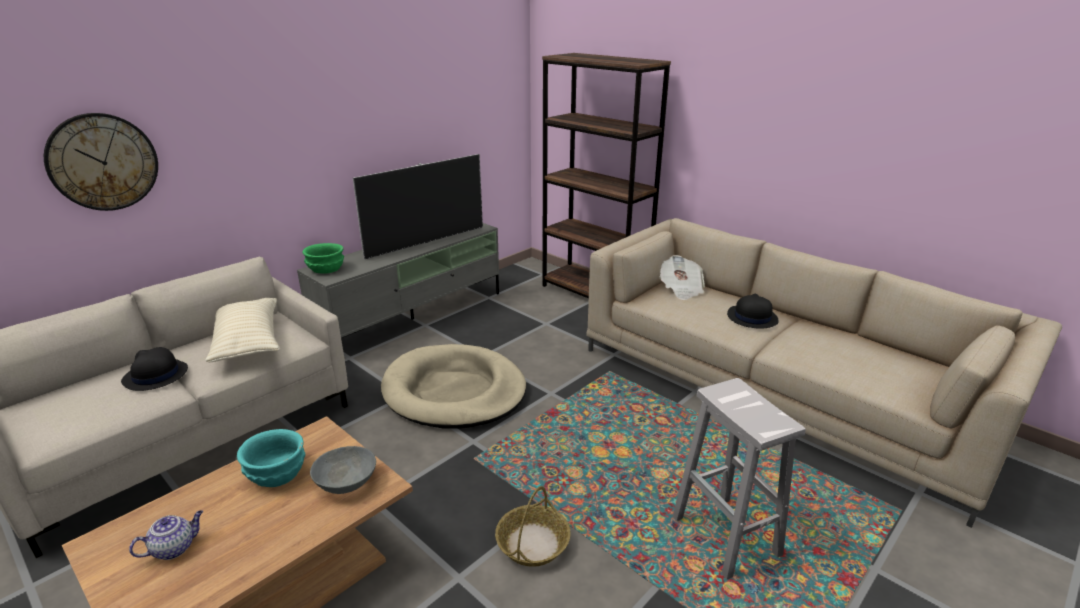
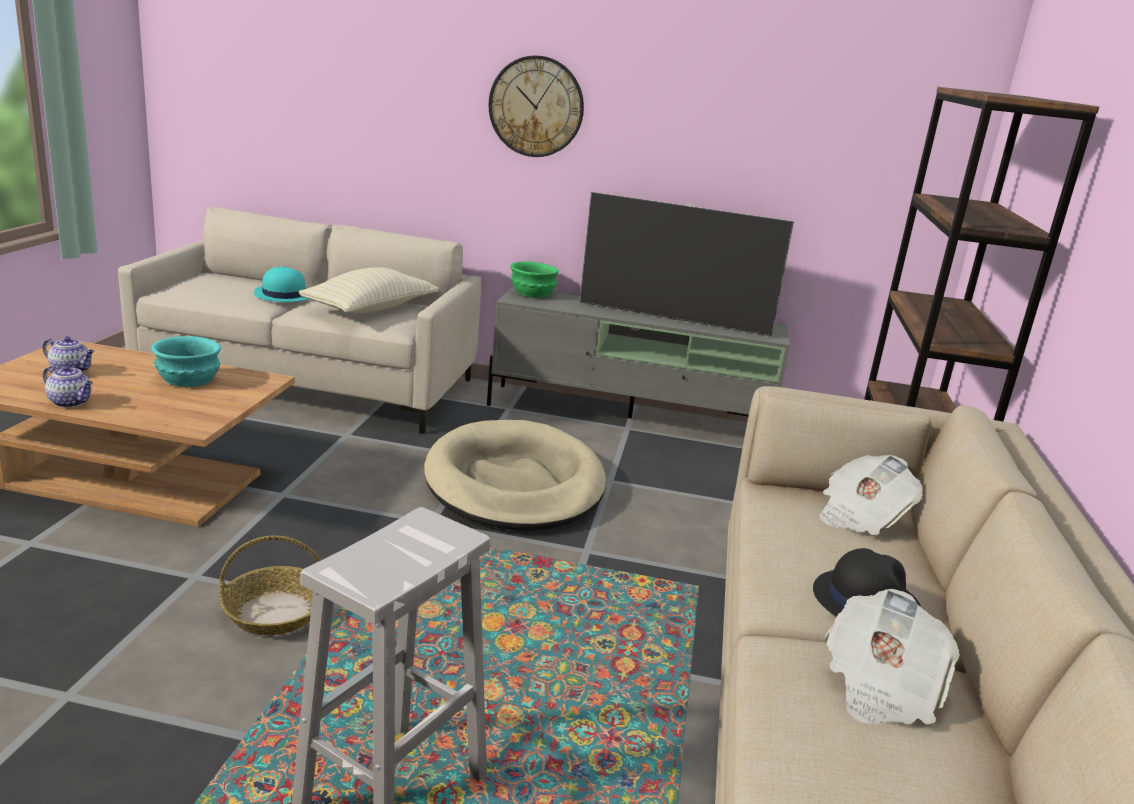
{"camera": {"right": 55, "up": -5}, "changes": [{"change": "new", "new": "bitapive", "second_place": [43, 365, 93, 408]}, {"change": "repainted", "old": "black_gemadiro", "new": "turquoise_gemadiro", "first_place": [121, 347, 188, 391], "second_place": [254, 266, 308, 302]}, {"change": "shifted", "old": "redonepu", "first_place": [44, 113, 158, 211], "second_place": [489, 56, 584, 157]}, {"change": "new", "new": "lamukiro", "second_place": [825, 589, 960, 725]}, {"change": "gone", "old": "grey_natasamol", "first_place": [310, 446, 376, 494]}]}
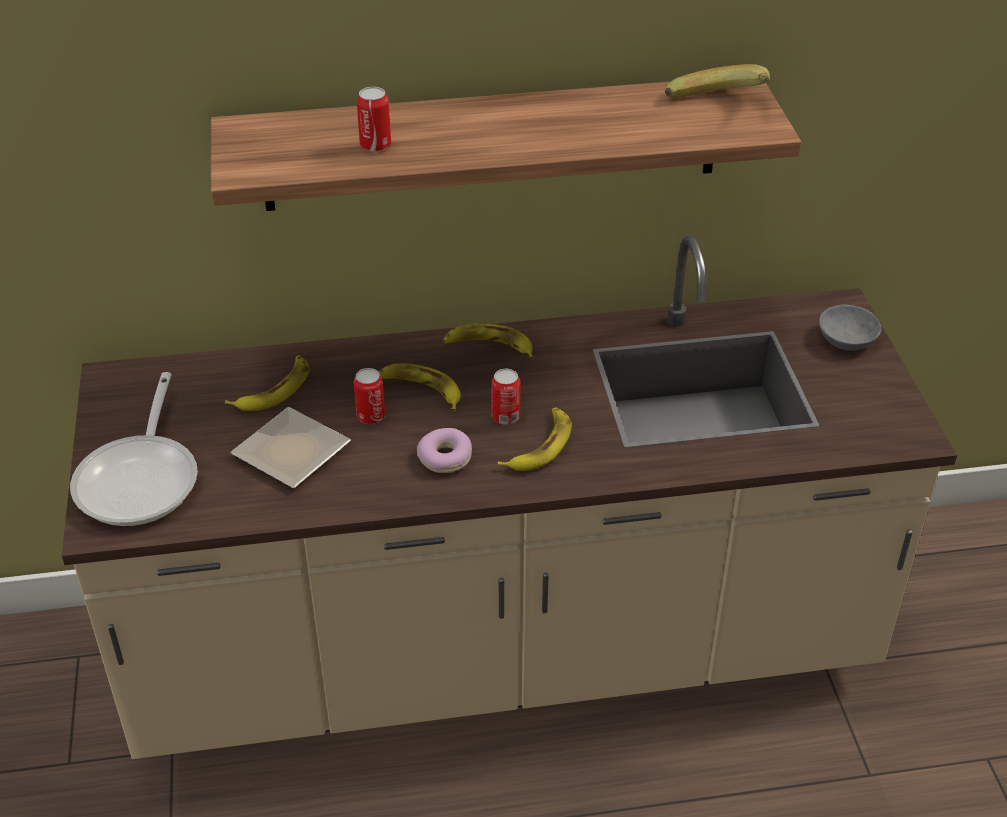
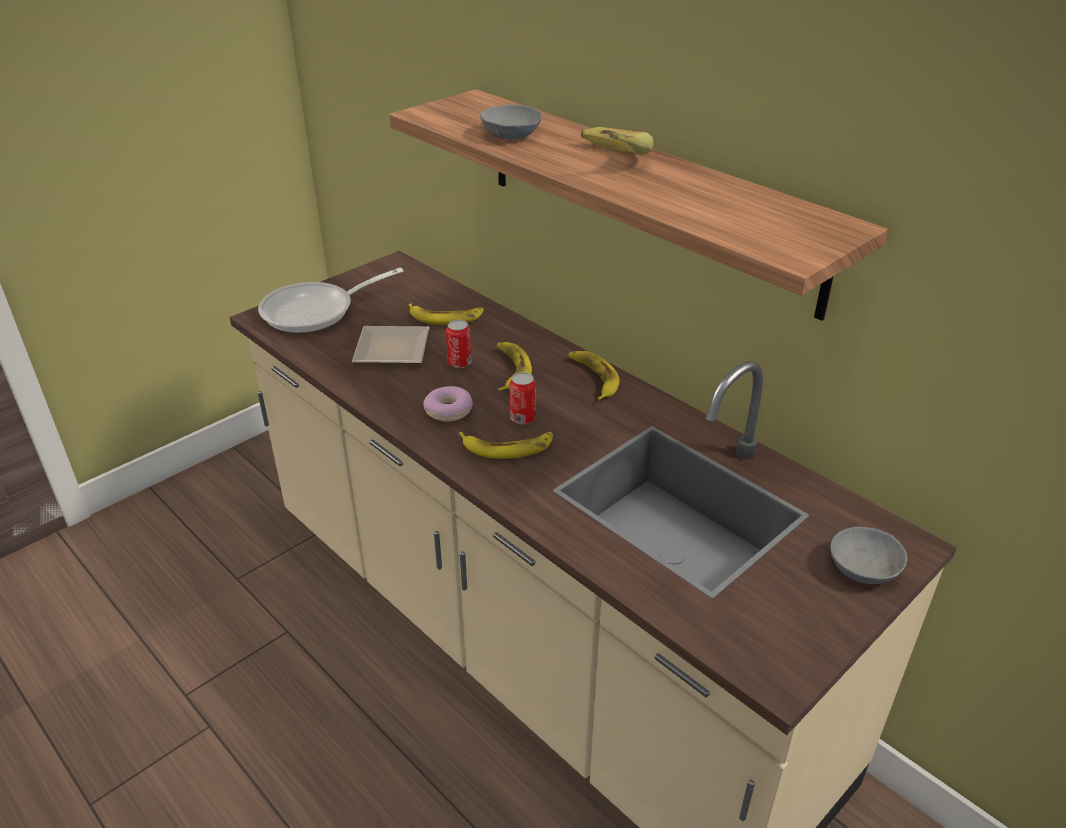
{"camera": {"right": 55, "up": -5}, "changes": [{"change": "swapped", "old": "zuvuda", "new": "grey_natasamol", "first_place": [357, 87, 391, 152], "second_place": [480, 105, 542, 139]}, {"change": "shifted", "old": "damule", "first_place": [665, 64, 770, 97], "second_place": [581, 127, 653, 155]}]}
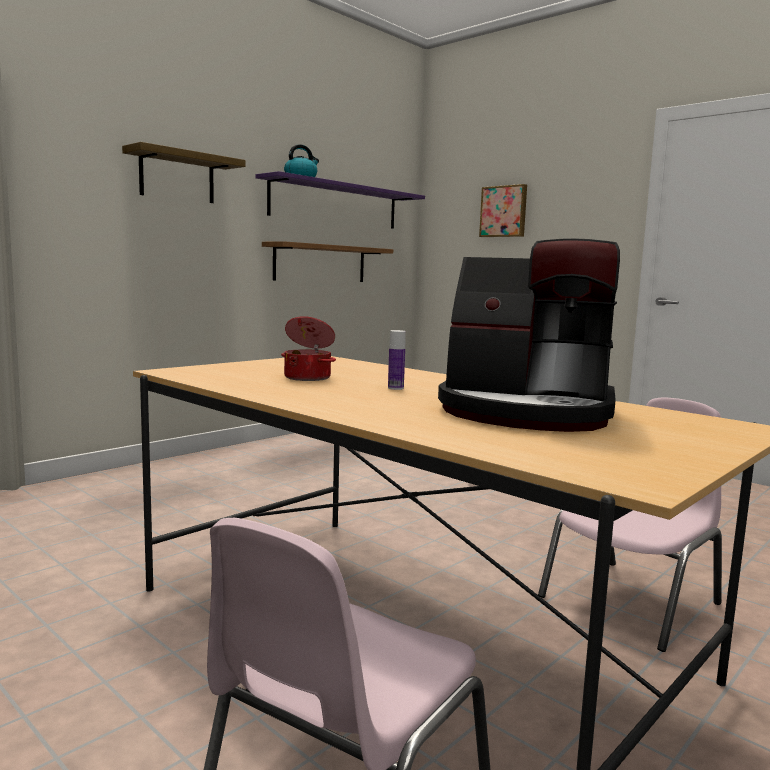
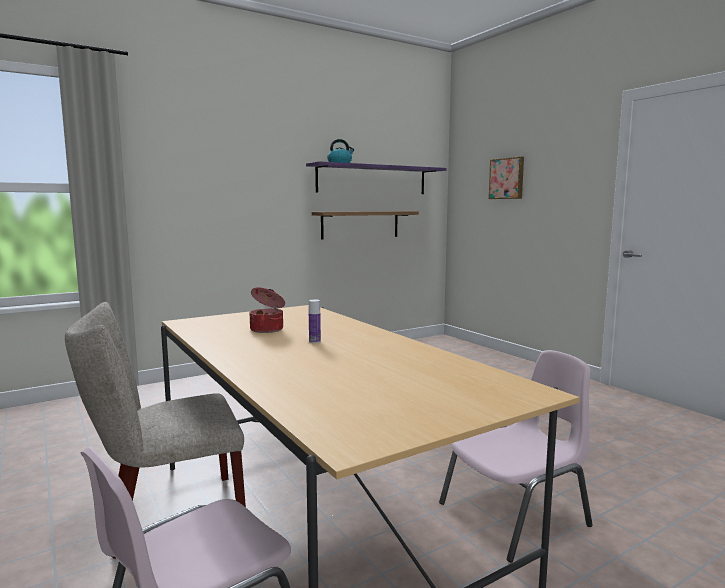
{"camera": {"right": 15, "up": 0}, "changes": [{"change": "new", "new": "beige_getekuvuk", "second_place": [65, 302, 246, 559]}, {"change": "gone", "old": "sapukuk", "first_place": [122, 142, 246, 203]}, {"change": "gone", "old": "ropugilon", "first_place": [438, 238, 620, 432]}]}
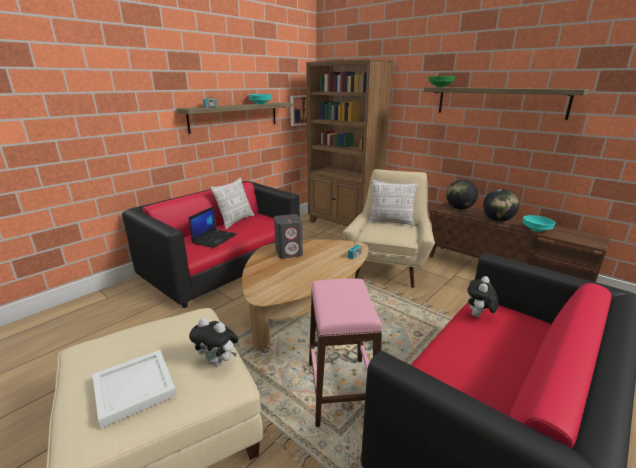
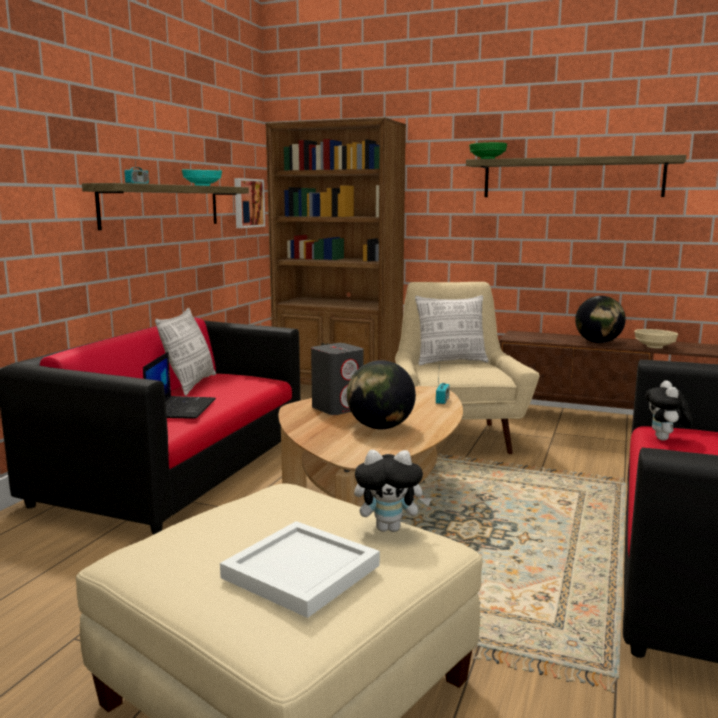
{"camera": {"right": -20, "up": -10}, "changes": [{"change": "shifted", "old": "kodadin", "first_place": [446, 179, 478, 209], "second_place": [347, 360, 416, 429]}, {"change": "repainted", "old": "turquoise_natasamol", "new": "beige_natasamol", "first_place": [523, 215, 556, 232], "second_place": [634, 329, 678, 349]}, {"change": "gone", "old": "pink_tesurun", "first_place": [309, 278, 382, 427]}]}
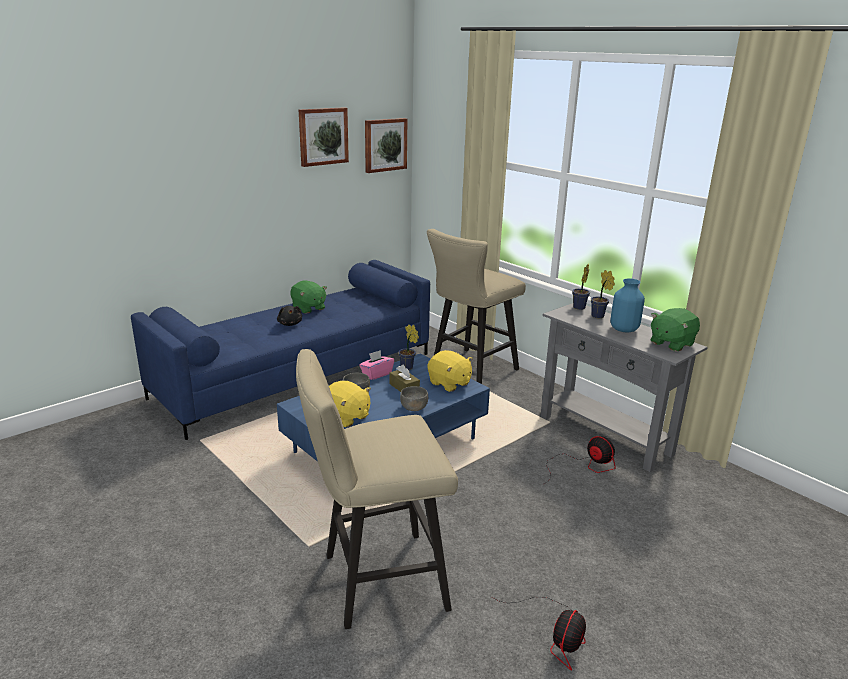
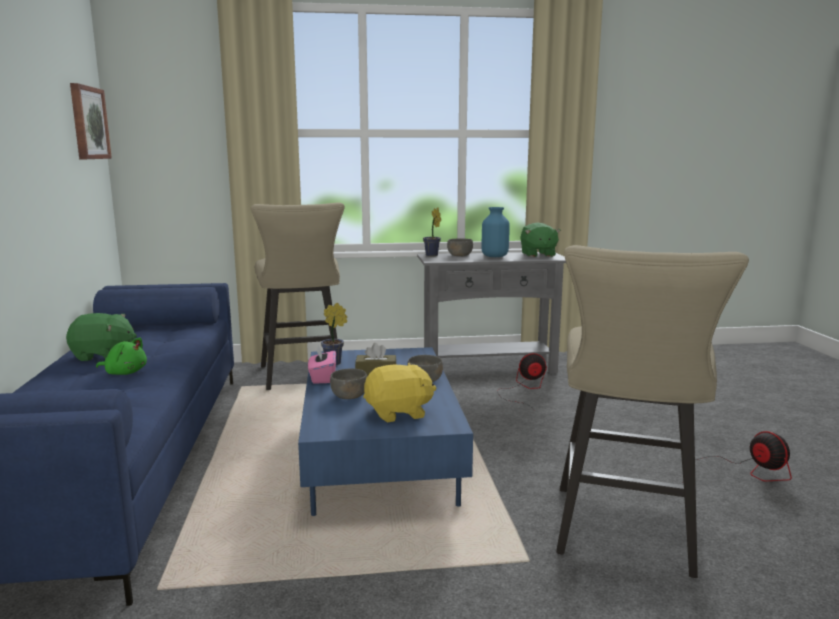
{"camera": {"right": -55, "up": -10}, "changes": [{"change": "repainted", "old": "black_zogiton", "new": "green_zogiton", "first_place": [277, 306, 302, 326], "second_place": [96, 337, 147, 375]}, {"change": "swapped", "old": "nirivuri", "new": "grey_natasamol", "first_place": [591, 270, 615, 318], "second_place": [447, 238, 473, 256]}, {"change": "gone", "old": "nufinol", "first_place": [299, 107, 349, 167]}, {"change": "gone", "old": "yellow_zogiton", "first_place": [428, 350, 473, 392]}]}
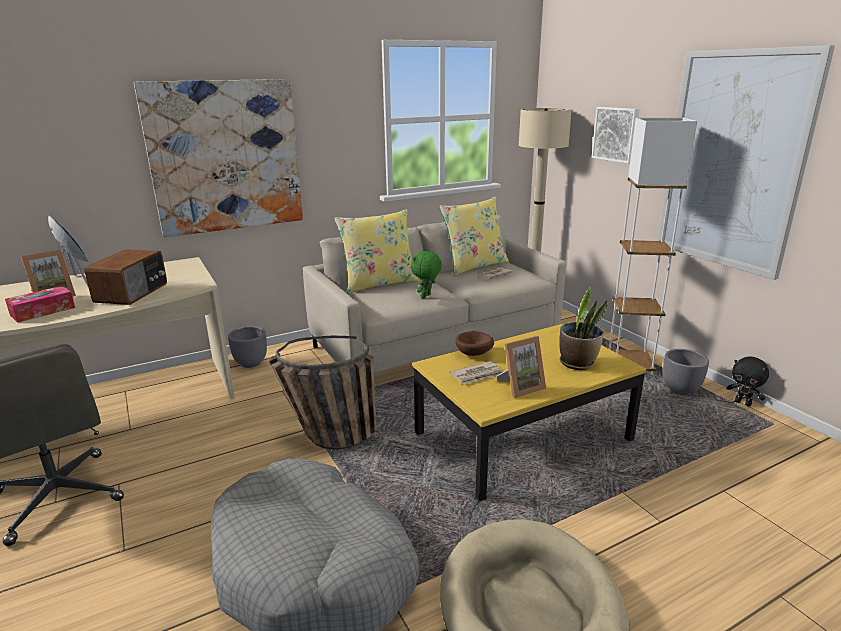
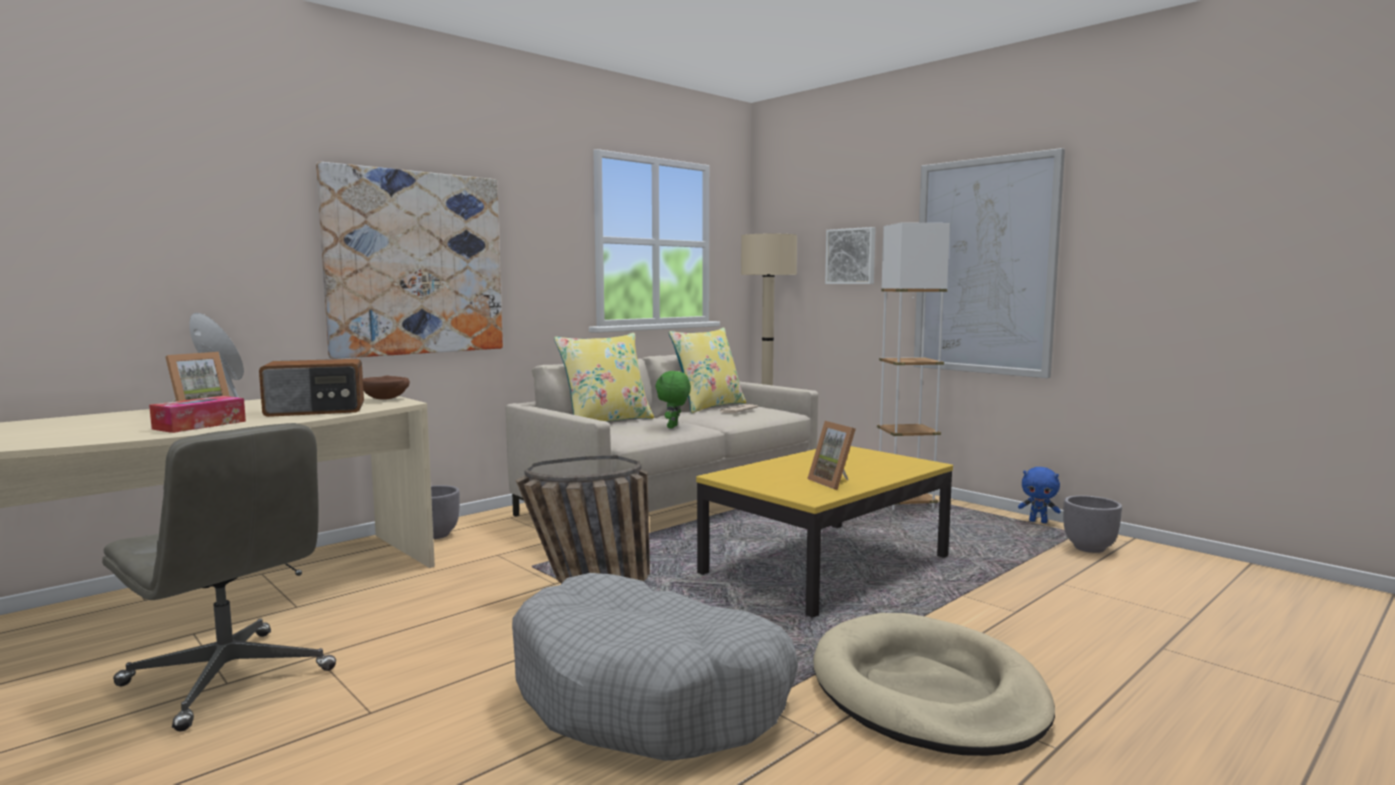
{"camera": {"right": -15, "up": -15}, "changes": [{"change": "rotated", "old": "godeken", "first_place": [84, 249, 167, 305], "second_place": [259, 359, 364, 417], "degrees": 75}, {"change": "shifted", "old": "brown_natasamol", "first_place": [455, 331, 494, 356], "second_place": [363, 375, 410, 400]}, {"change": "rotated", "old": "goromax", "first_place": [496, 336, 546, 398], "second_place": [807, 421, 856, 490], "degrees": 105}, {"change": "repainted", "old": "black_zogiton", "new": "blue_zogiton", "first_place": [726, 356, 769, 406], "second_place": [1018, 467, 1061, 523]}, {"change": "shifted", "old": "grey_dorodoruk", "first_place": [663, 349, 709, 395], "second_place": [1063, 495, 1122, 553]}, {"change": "gone", "old": "lamukiro", "first_place": [450, 361, 503, 385]}, {"change": "gone", "old": "nirivuri", "first_place": [559, 286, 608, 370]}]}
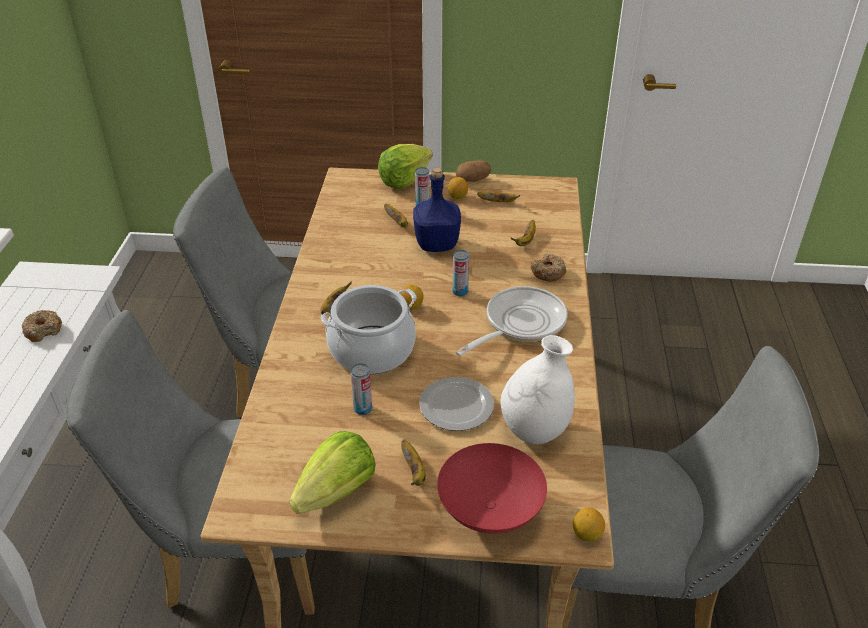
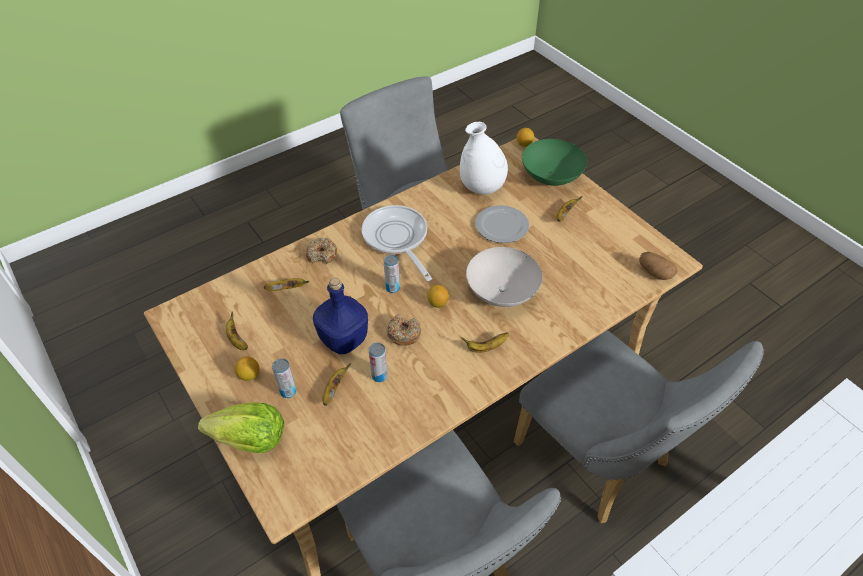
{"camera": {"right": -130, "up": 10}, "changes": [{"change": "rotated", "old": "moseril", "first_place": [456, 286, 568, 356], "second_place": [362, 205, 432, 281], "degrees": 60}, {"change": "shifted", "old": "zuvuda", "first_place": [351, 363, 372, 415], "second_place": [369, 343, 388, 382]}, {"change": "shifted", "old": "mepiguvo", "first_place": [22, 310, 62, 342], "second_place": [387, 314, 421, 345]}, {"change": "swapped", "old": "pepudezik", "new": "white_natasamol", "first_place": [321, 285, 417, 374], "second_place": [466, 247, 542, 307]}, {"change": "repainted", "old": "red_natasamol", "new": "green_natasamol", "first_place": [437, 443, 547, 534], "second_place": [522, 139, 587, 186]}, {"change": "shifted", "old": "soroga", "first_place": [456, 160, 491, 182], "second_place": [639, 252, 677, 280]}, {"change": "gone", "old": "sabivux", "first_place": [289, 431, 375, 514]}]}
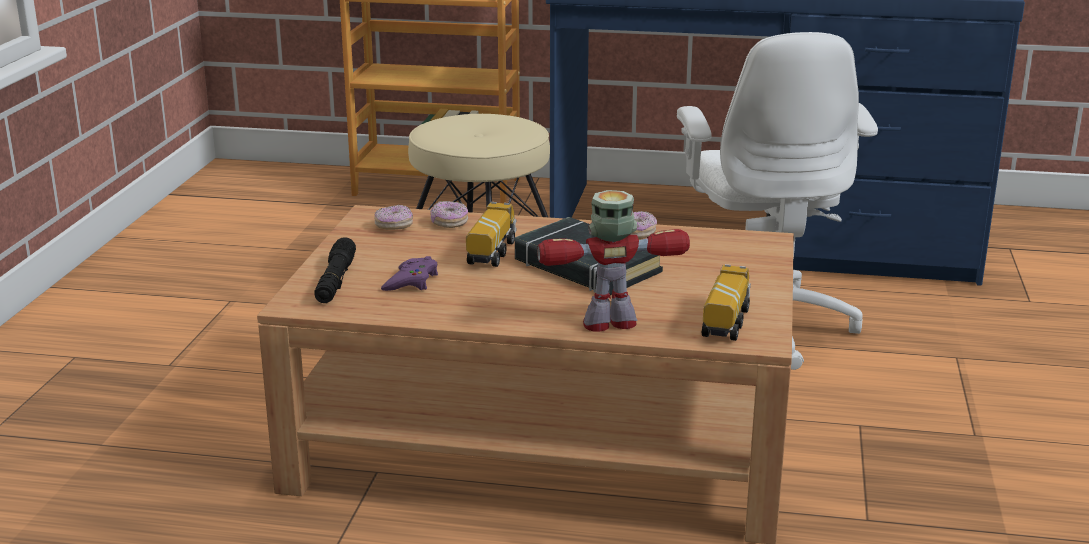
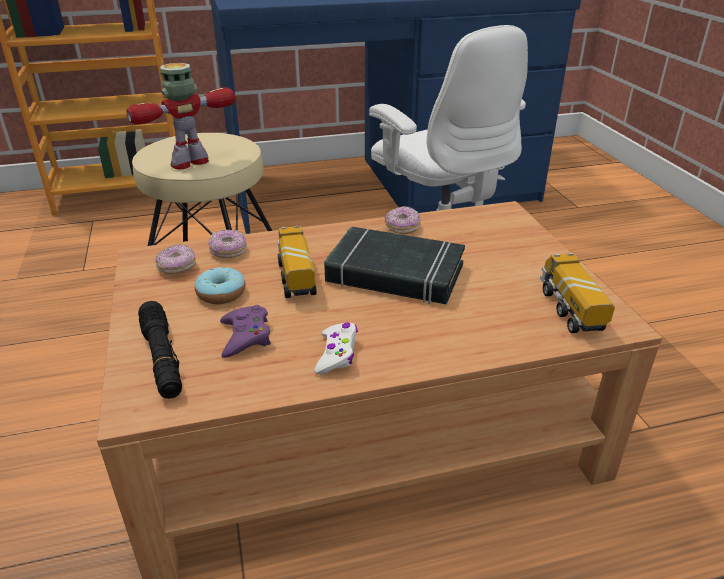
{"camera": {"right": -25, "up": 10}, "changes": [{"change": "shifted", "old": "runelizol", "first_place": [537, 190, 690, 332], "second_place": [126, 63, 235, 169]}, {"change": "new", "new": "mepiguvo", "second_place": [195, 267, 245, 304]}, {"change": "new", "new": "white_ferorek", "second_place": [315, 322, 358, 375]}]}
